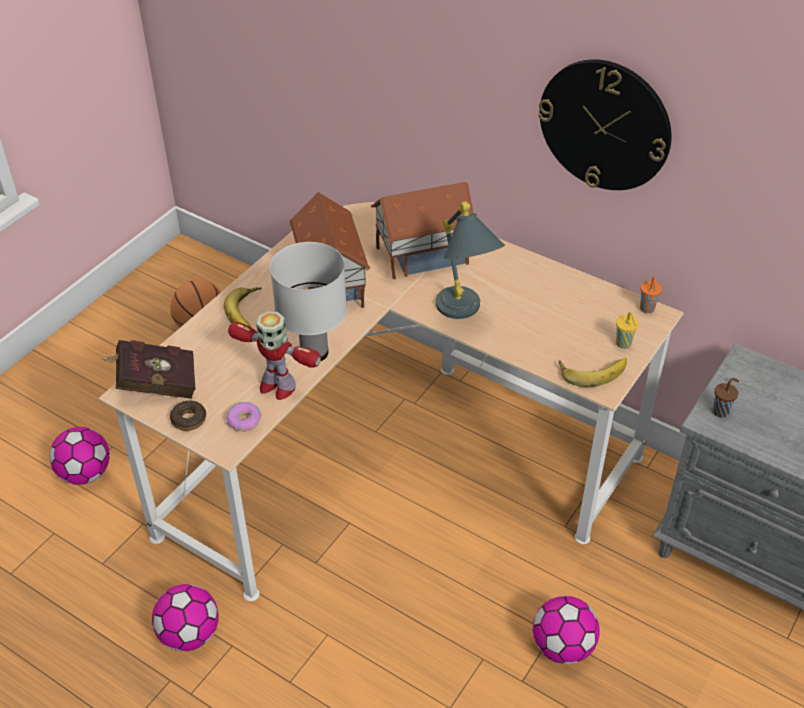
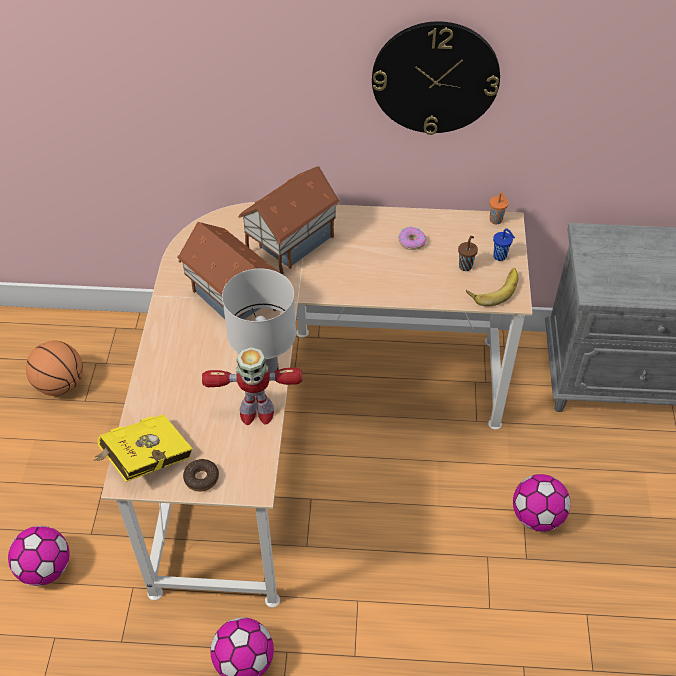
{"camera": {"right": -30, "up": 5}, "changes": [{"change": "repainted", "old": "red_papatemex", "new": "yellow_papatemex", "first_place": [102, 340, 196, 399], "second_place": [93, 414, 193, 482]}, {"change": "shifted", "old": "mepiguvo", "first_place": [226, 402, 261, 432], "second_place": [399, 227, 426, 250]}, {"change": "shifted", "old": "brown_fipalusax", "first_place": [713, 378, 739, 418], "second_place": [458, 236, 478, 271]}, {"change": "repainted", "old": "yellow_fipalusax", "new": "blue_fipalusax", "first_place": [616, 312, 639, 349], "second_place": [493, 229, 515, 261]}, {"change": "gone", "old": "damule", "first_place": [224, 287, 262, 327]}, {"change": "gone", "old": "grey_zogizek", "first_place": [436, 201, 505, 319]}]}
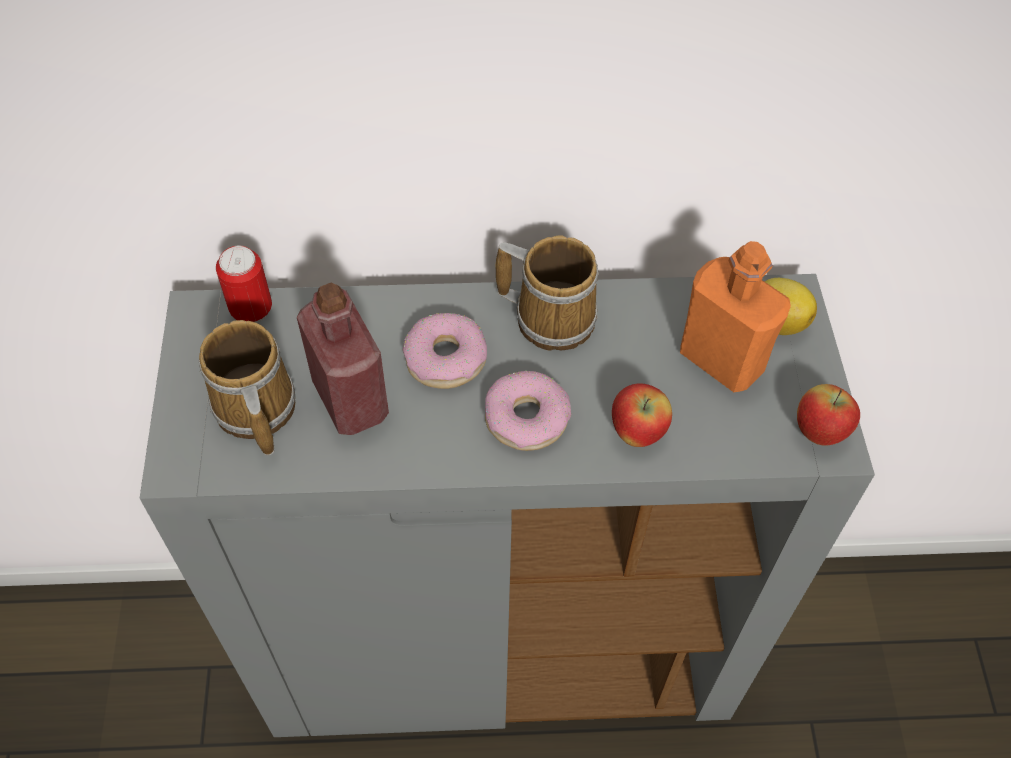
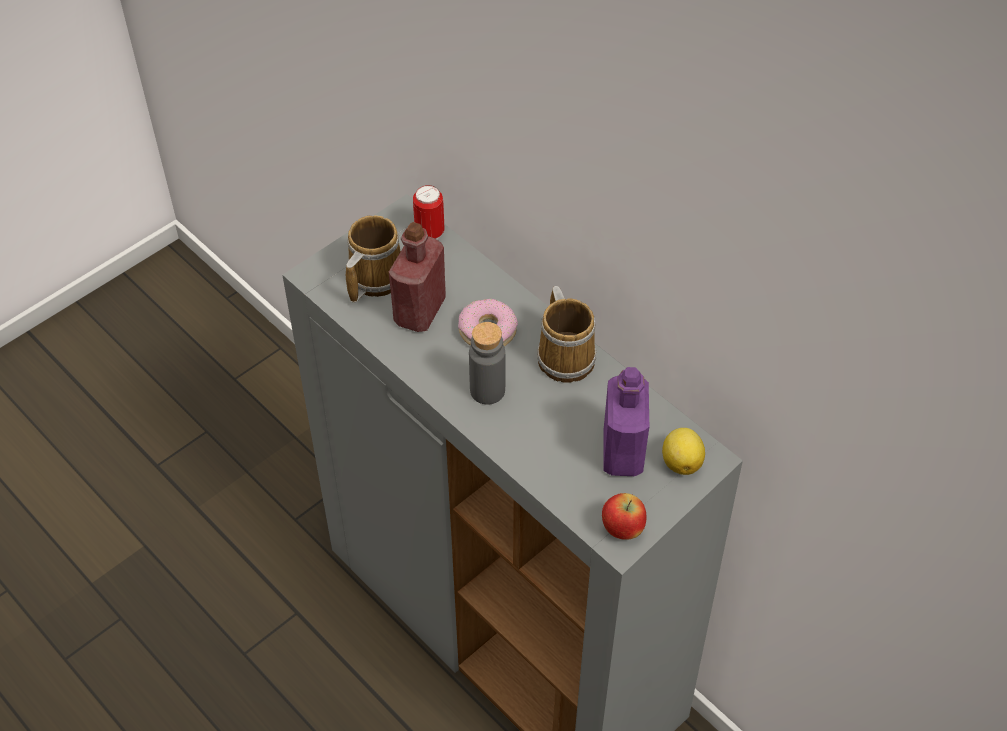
{"camera": {"right": 50, "up": -5}, "changes": [{"change": "swapped", "old": "mepiguvo", "new": "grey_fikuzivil", "first_place": [485, 371, 571, 451], "second_place": [469, 322, 505, 405]}, {"change": "repainted", "old": "orange_fikuzivil", "new": "purple_fikuzivil", "first_place": [680, 241, 791, 392], "second_place": [603, 367, 649, 476]}, {"change": "gone", "old": "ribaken", "first_place": [612, 383, 672, 447]}]}
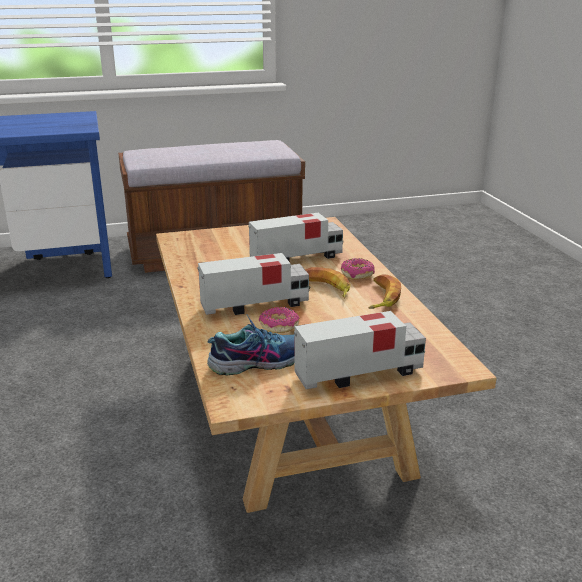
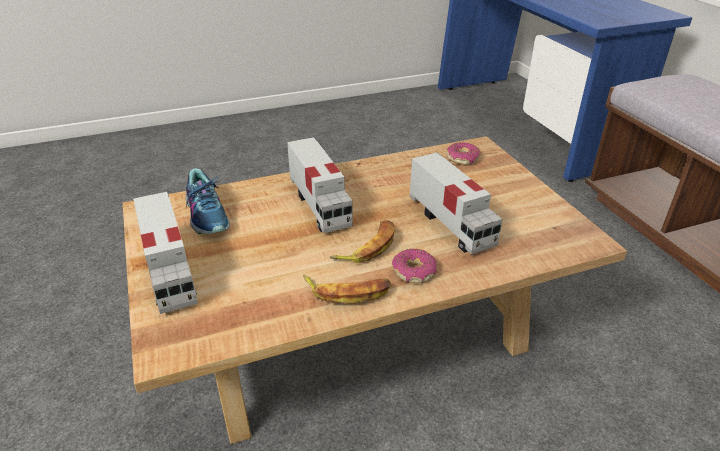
{"camera": {"right": 85, "up": 10}, "changes": [{"change": "shifted", "old": "mepiguvo", "first_place": [259, 307, 300, 333], "second_place": [447, 142, 480, 166]}]}
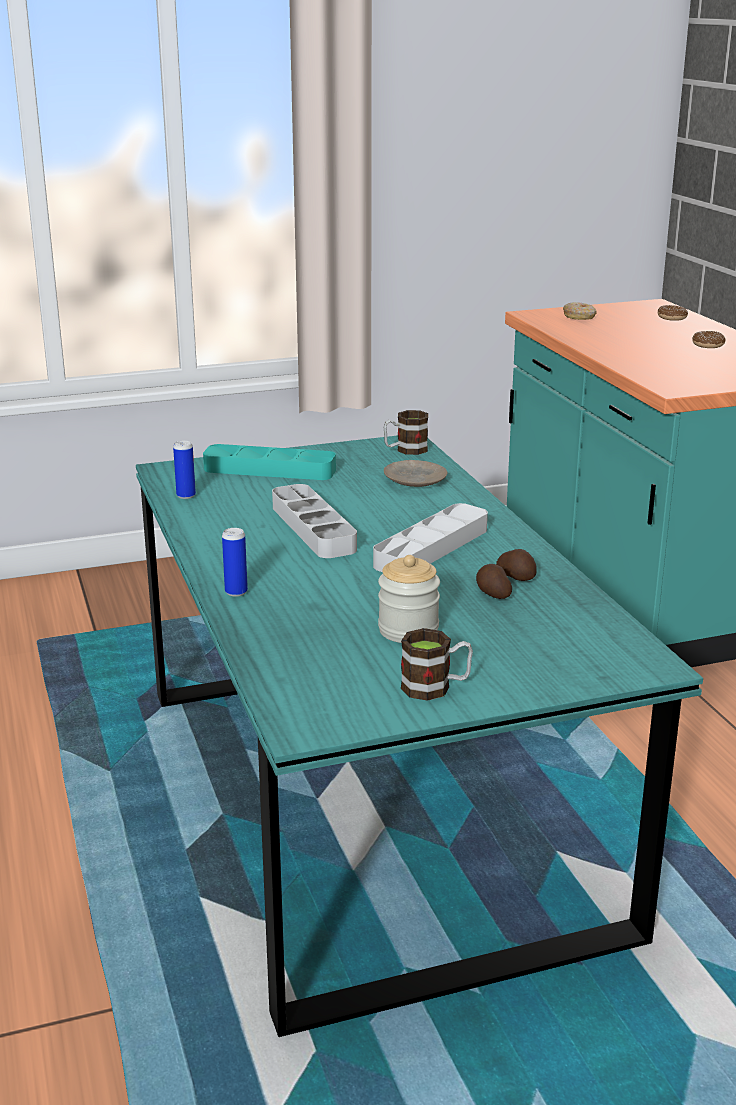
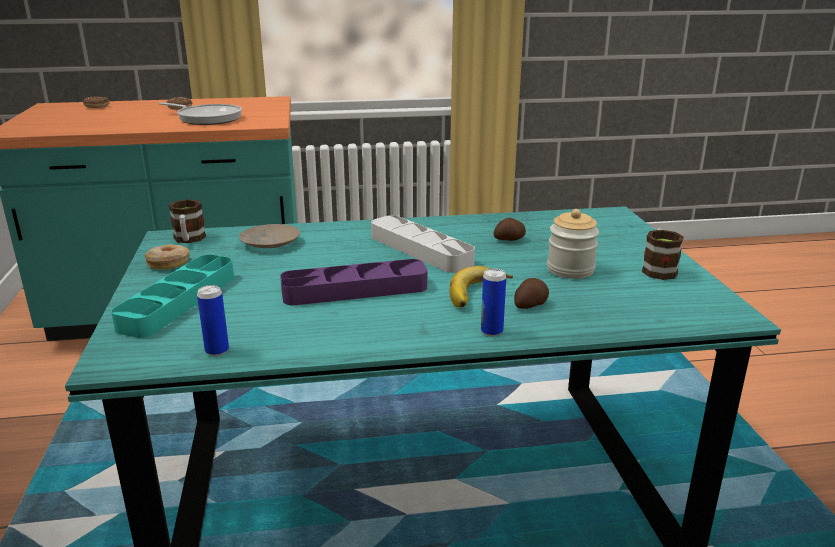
{"camera": {"right": -80, "up": 0}, "changes": [{"change": "shifted", "old": "mepiguvo", "first_place": [563, 302, 597, 320], "second_place": [145, 244, 190, 269]}, {"change": "new", "new": "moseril", "second_place": [158, 102, 242, 125]}, {"change": "repainted", "old": "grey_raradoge", "new": "purple_raradoge", "first_place": [272, 484, 357, 558], "second_place": [280, 259, 427, 305]}, {"change": "new", "new": "damule", "second_place": [449, 266, 513, 308]}, {"change": "shifted", "old": "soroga", "first_place": [496, 549, 537, 581], "second_place": [514, 278, 549, 309]}]}
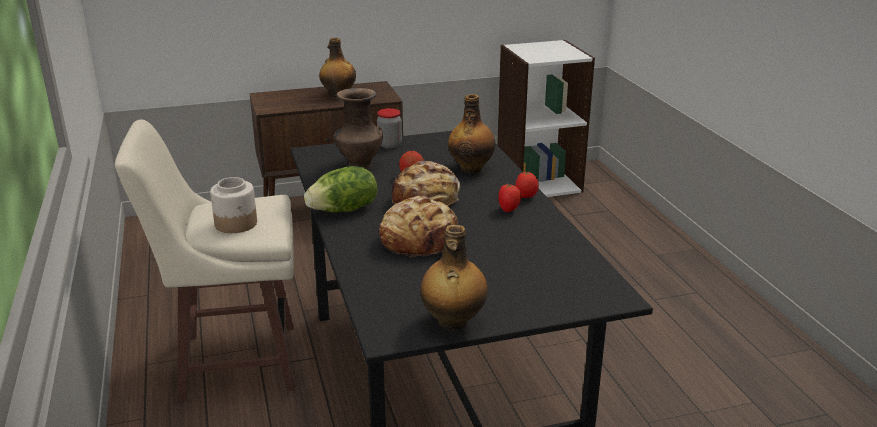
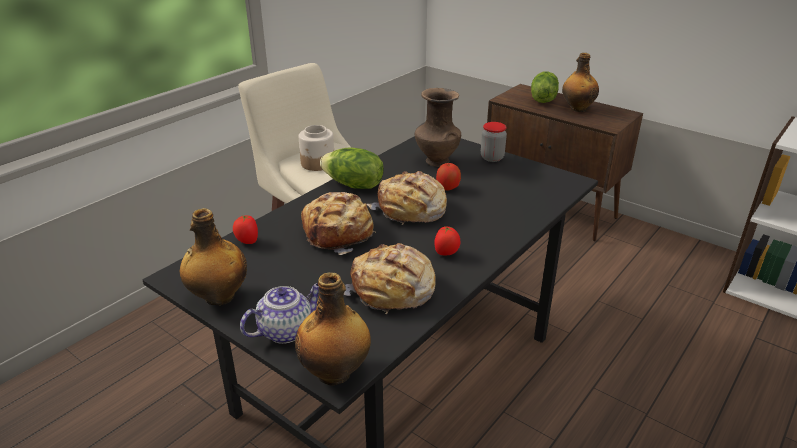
{"camera": {"right": 55, "up": 5}, "changes": [{"change": "shifted", "old": "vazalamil", "first_place": [515, 171, 539, 198], "second_place": [233, 215, 258, 244]}, {"change": "new", "new": "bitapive", "second_place": [240, 283, 319, 344]}, {"change": "shifted", "old": "fikuzivil", "first_place": [448, 94, 495, 174], "second_place": [295, 272, 371, 386]}, {"change": "new", "new": "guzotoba", "second_place": [344, 243, 436, 314]}, {"change": "new", "new": "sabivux", "second_place": [531, 72, 559, 103]}]}
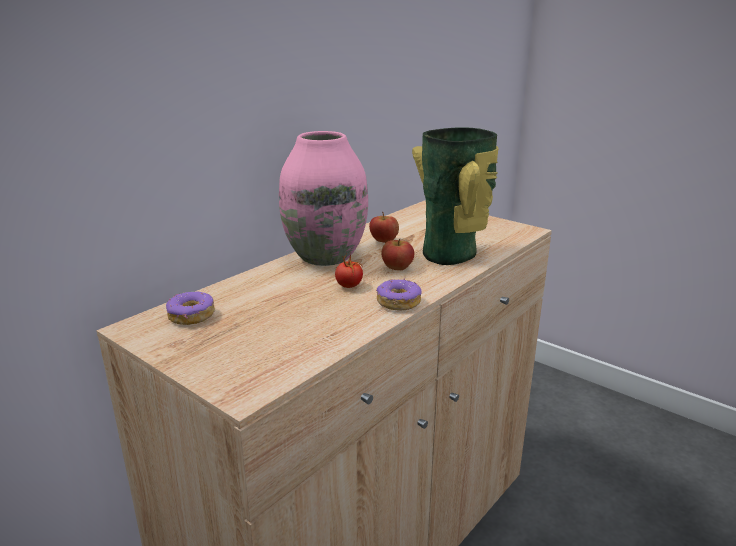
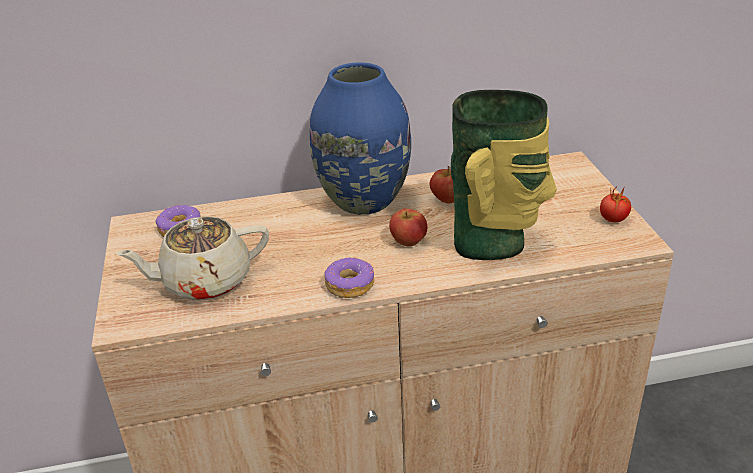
{"camera": {"right": 40, "up": 10}, "changes": [{"change": "new", "new": "beige_bitapive", "second_place": [116, 216, 269, 301]}, {"change": "repainted", "old": "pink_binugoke", "new": "blue_binugoke", "first_place": [279, 131, 368, 266], "second_place": [310, 62, 411, 215]}, {"change": "shifted", "old": "vazalamil", "first_place": [335, 253, 363, 288], "second_place": [600, 186, 631, 223]}]}
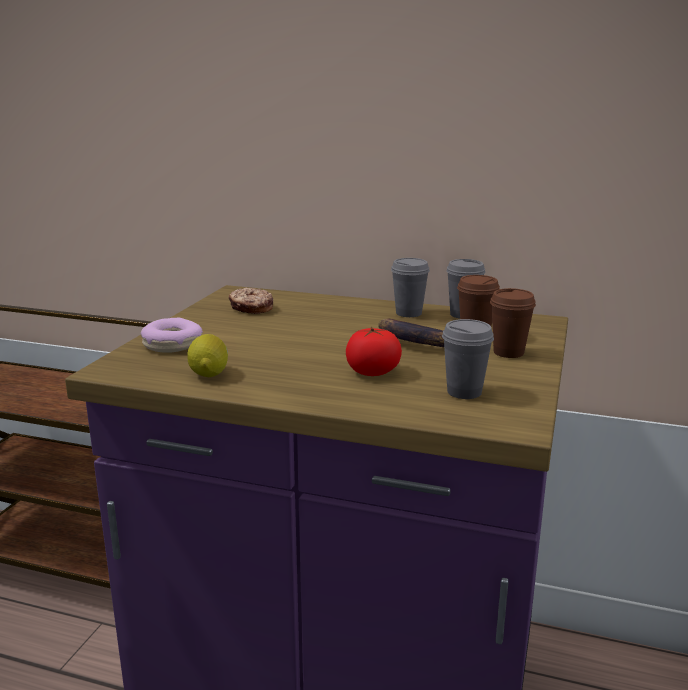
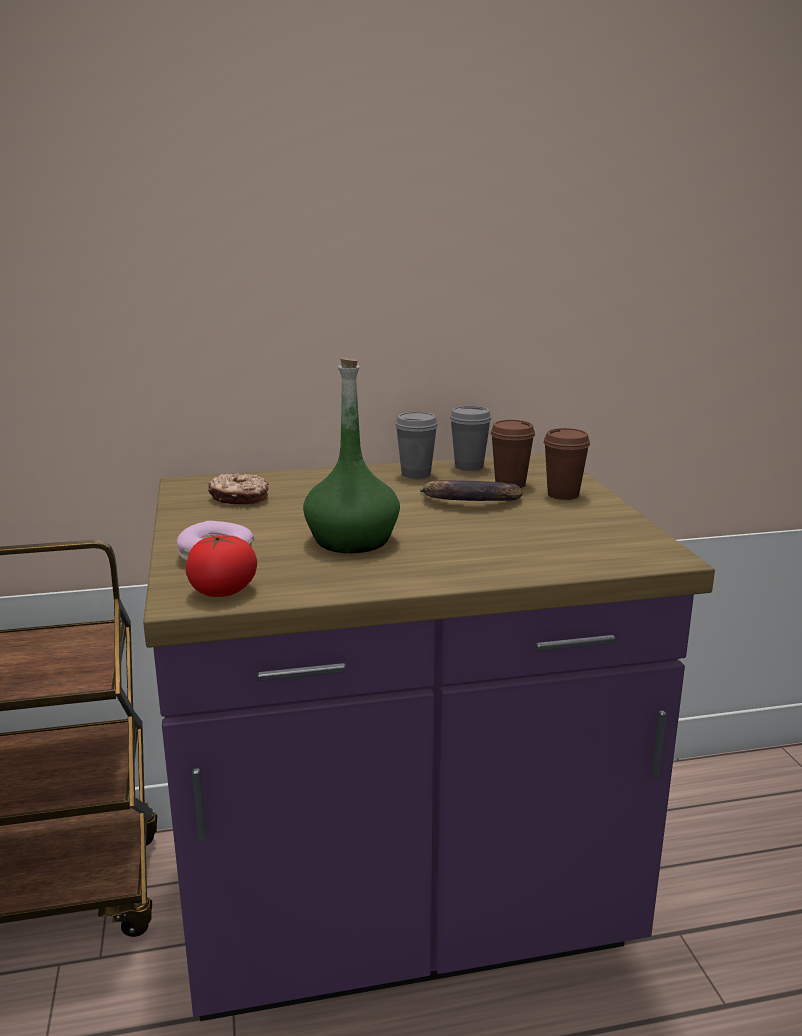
{"camera": {"right": -30, "up": 0}, "changes": [{"change": "shifted", "old": "vazalamil", "first_place": [346, 327, 402, 376], "second_place": [186, 535, 257, 597]}, {"change": "new", "new": "green_fikuzivil", "second_place": [303, 358, 400, 553]}, {"change": "gone", "old": "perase", "first_place": [187, 334, 228, 377]}, {"change": "gone", "old": "grey_fipalusax", "first_place": [442, 319, 494, 399]}]}
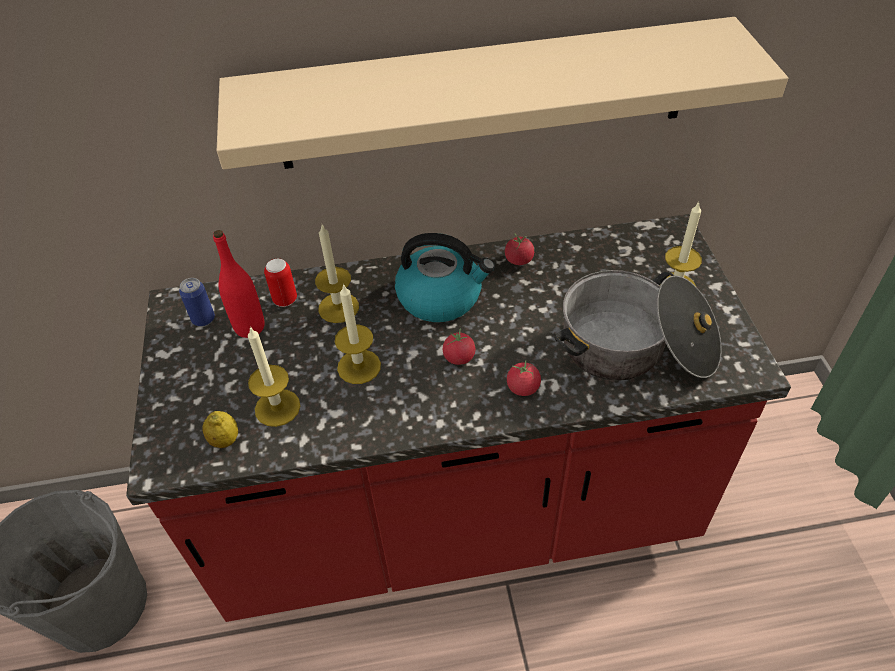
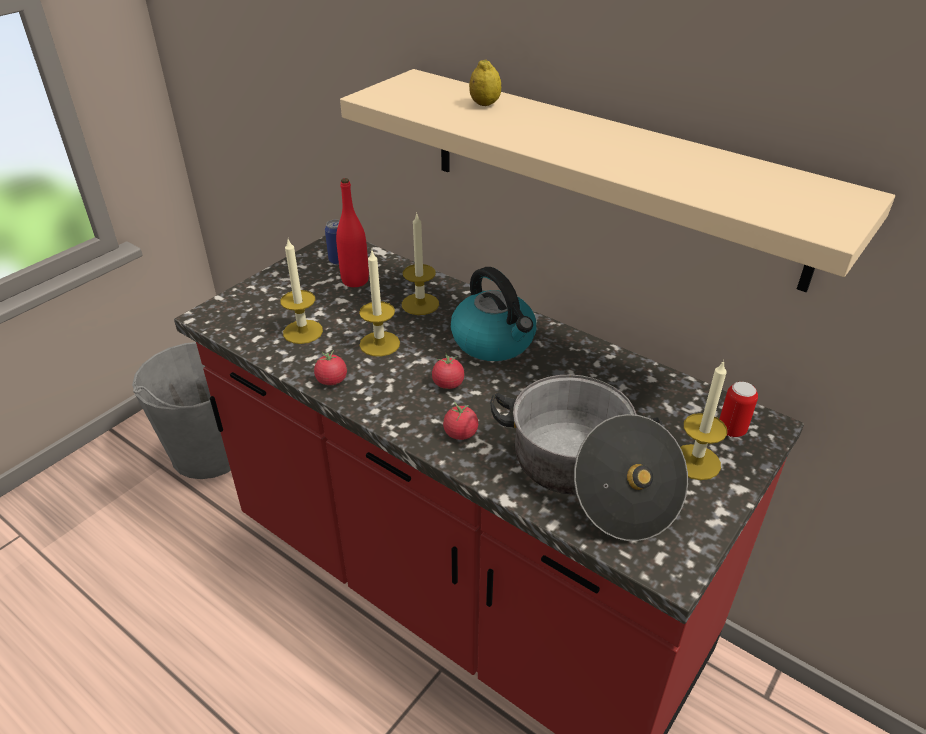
{"camera": {"right": 45, "up": -10}, "changes": [{"change": "shifted", "old": "vazalamil", "first_place": [505, 233, 534, 265], "second_place": [314, 350, 347, 385]}, {"change": "shifted", "old": "perase", "first_place": [202, 411, 238, 448], "second_place": [469, 59, 501, 106]}, {"change": "shifted", "old": "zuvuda", "first_place": [264, 258, 297, 307], "second_place": [720, 382, 758, 438]}]}
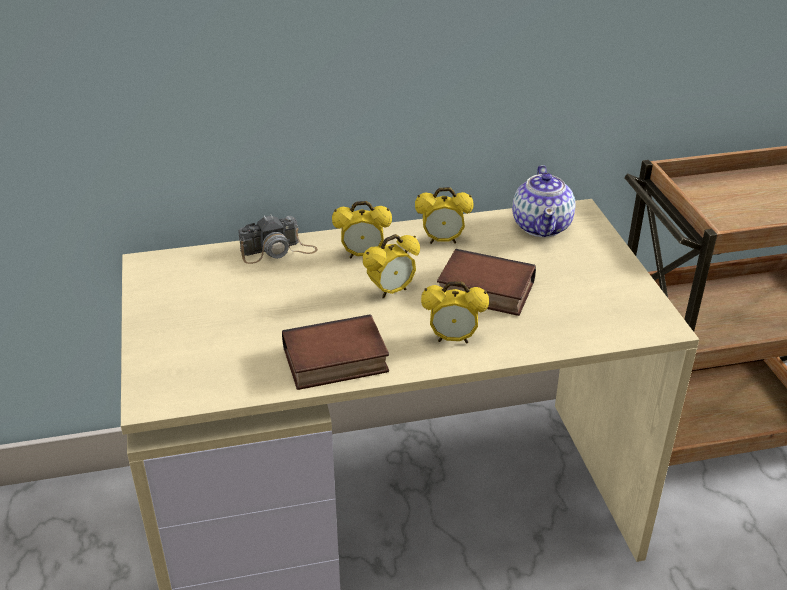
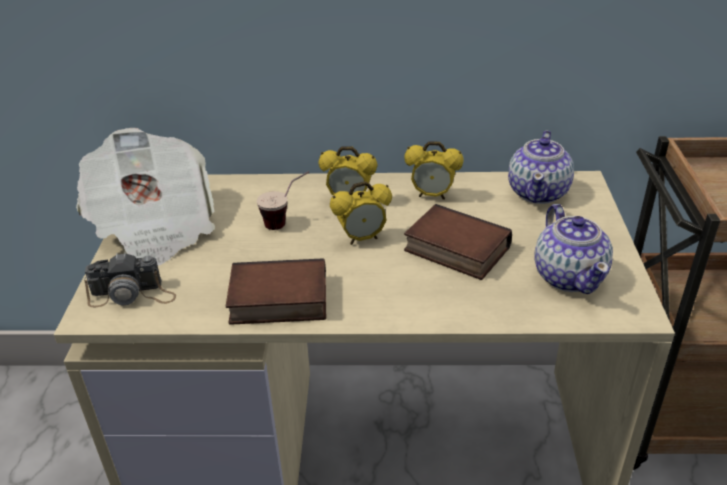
{"camera": {"right": 15, "up": 0}, "changes": [{"change": "new", "new": "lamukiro", "second_place": [76, 128, 215, 266]}, {"change": "shifted", "old": "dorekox", "first_place": [238, 214, 318, 264], "second_place": [84, 252, 176, 307]}, {"change": "new", "new": "fipalusax", "second_place": [257, 171, 310, 230]}, {"change": "new", "new": "bitapive", "second_place": [534, 204, 613, 294]}, {"change": "gone", "old": "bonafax", "first_place": [421, 282, 489, 343]}]}
